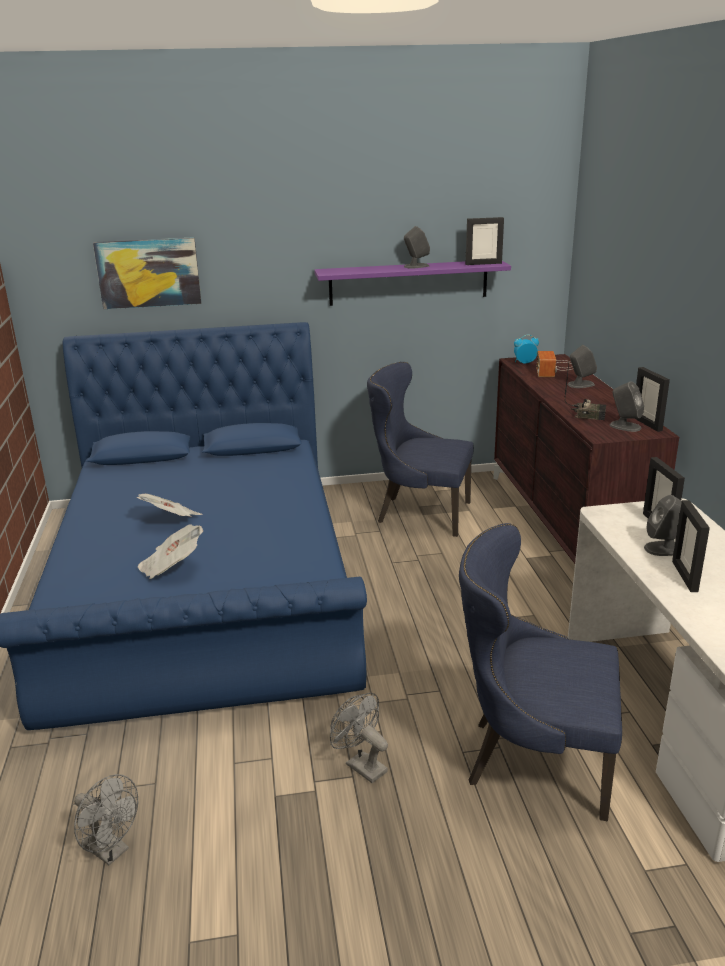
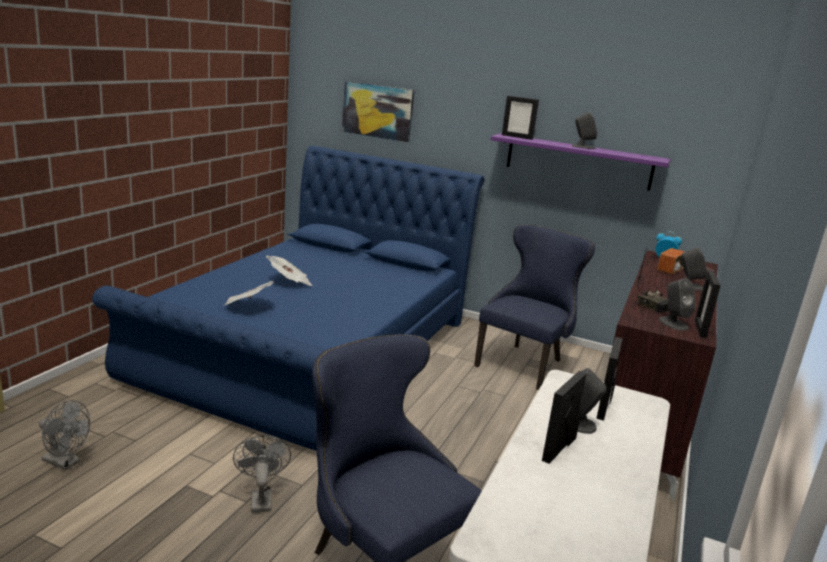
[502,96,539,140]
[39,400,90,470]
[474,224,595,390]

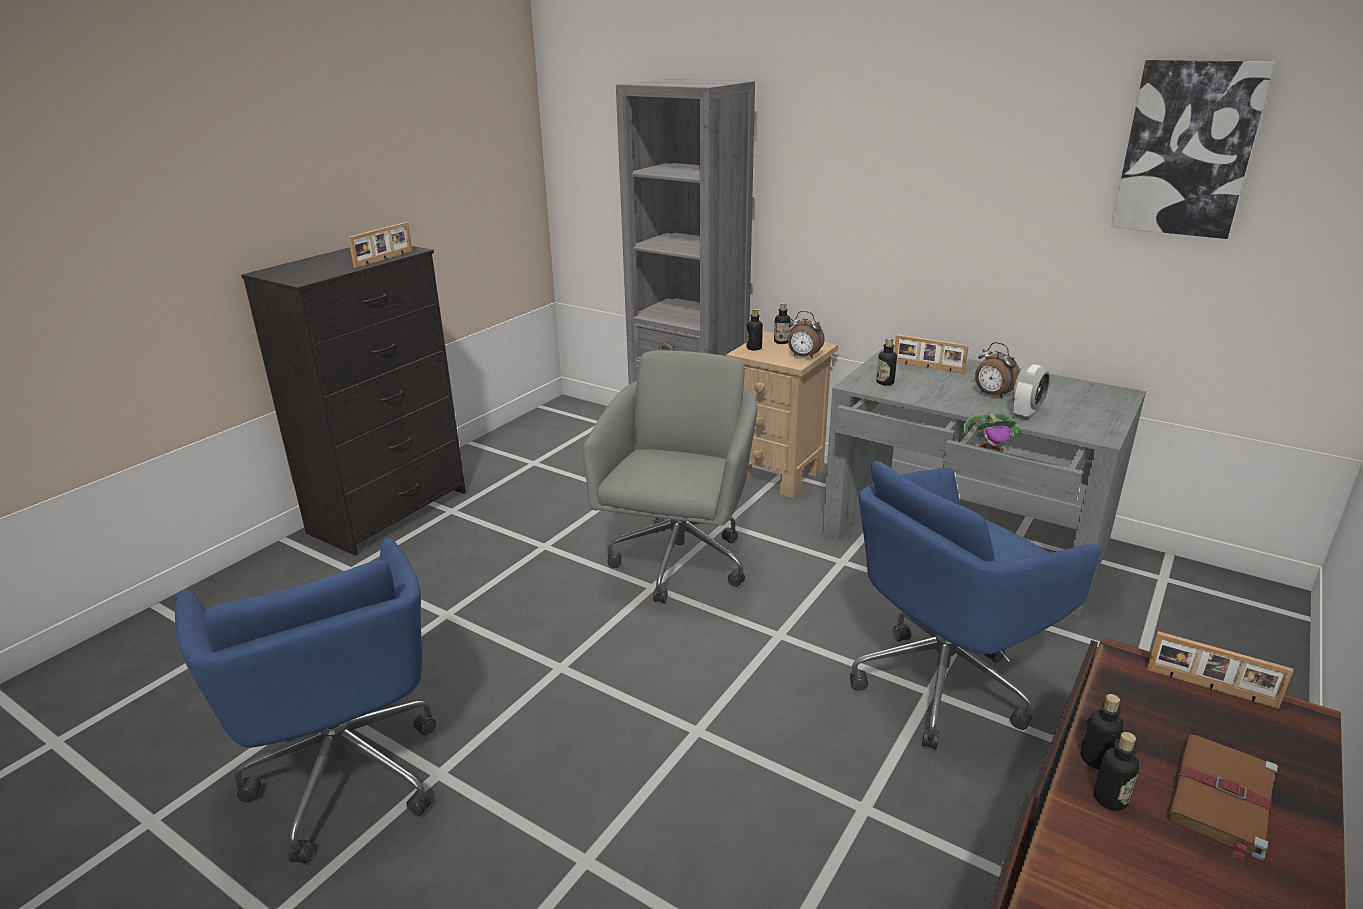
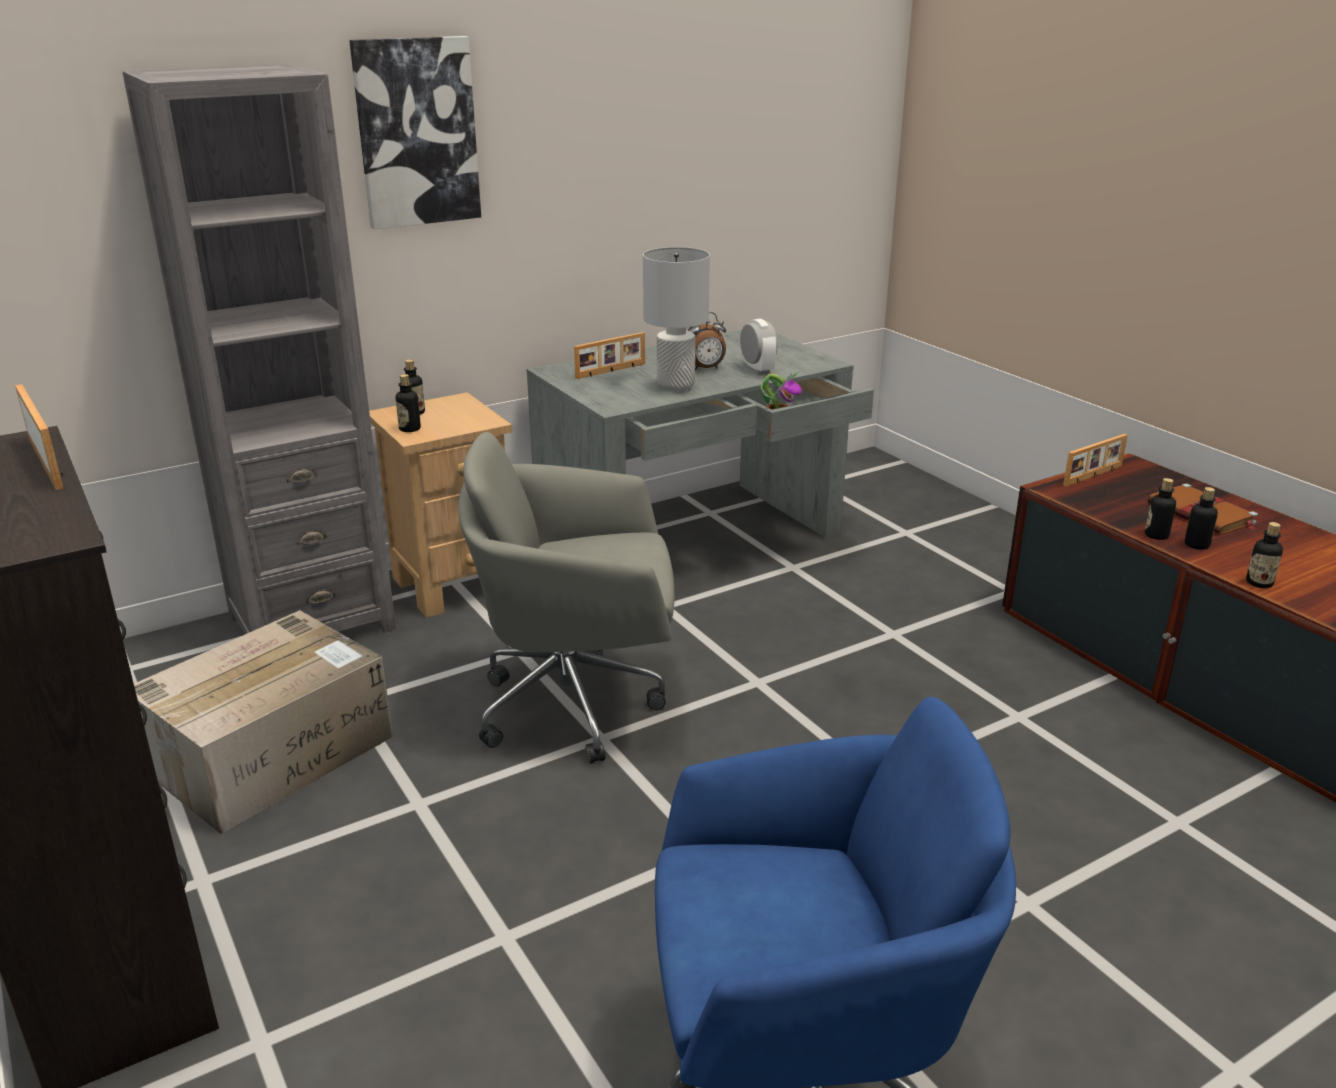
[788,311,825,359] (first image)
[850,461,1100,749] (first image)
[134,610,393,834]
[643,247,710,391]
[1246,522,1283,588]
[349,36,481,230]
[458,432,674,764]

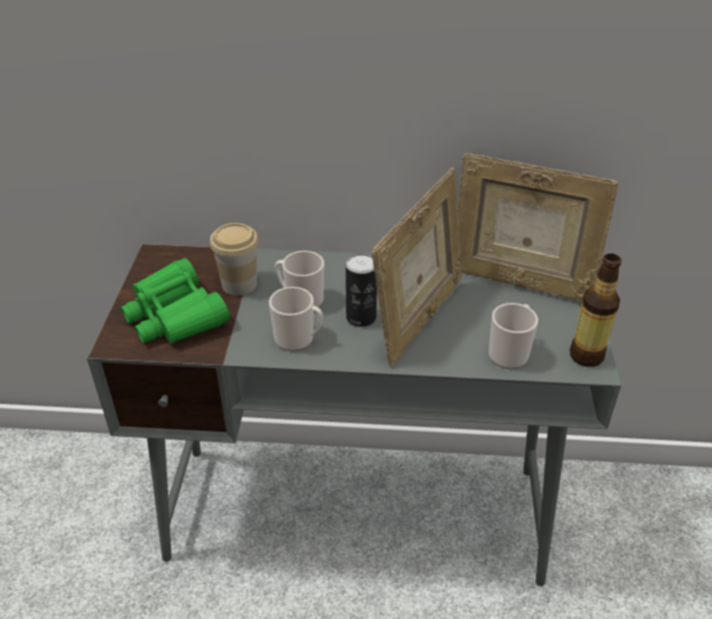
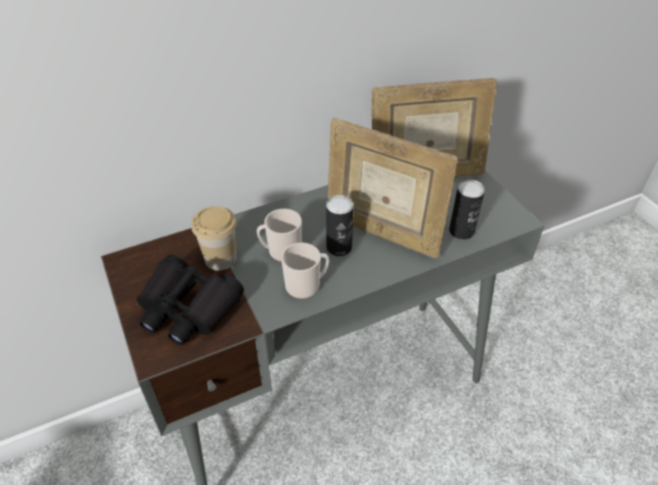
[570,253,622,367] (first image)
[449,179,485,240]
[137,254,244,345]
[327,118,458,258]

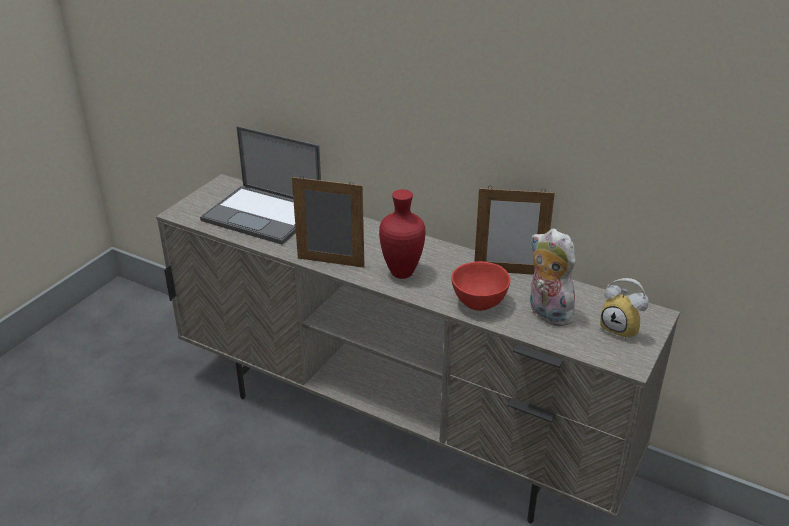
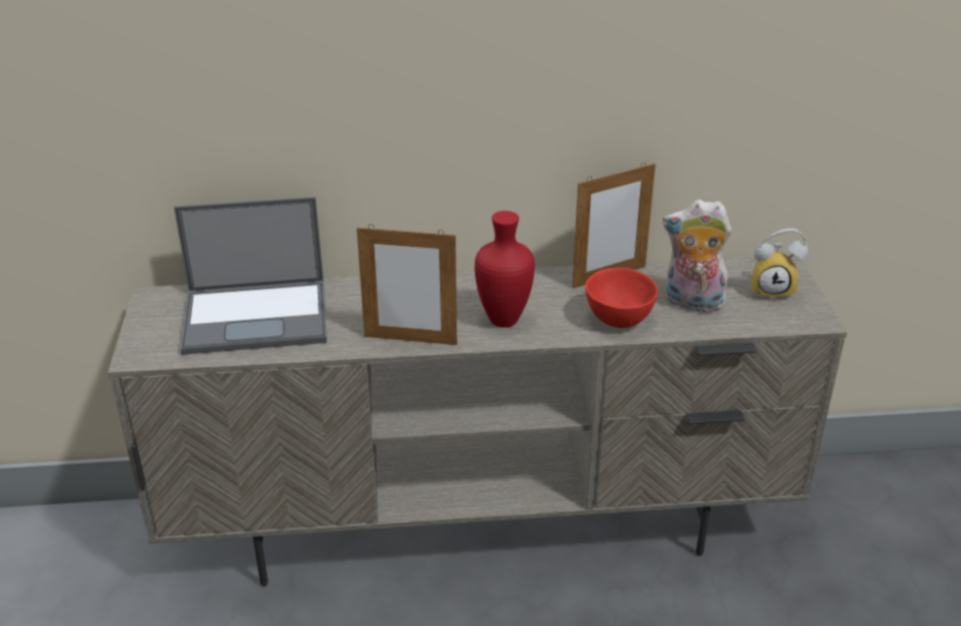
[357,224,457,345]

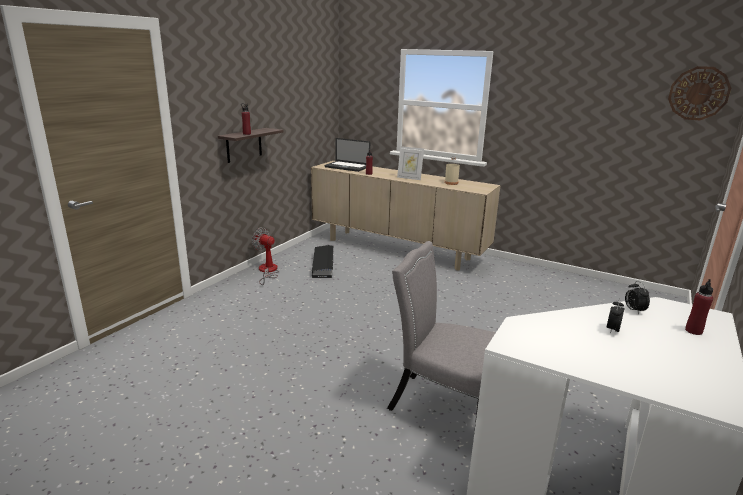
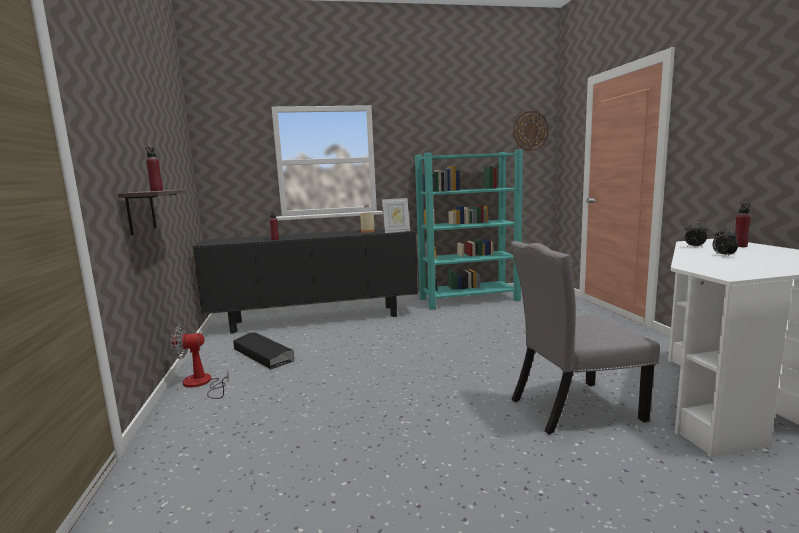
[324,138,370,172] (first image)
[415,150,523,310]
[382,198,410,233]
[192,228,418,334]

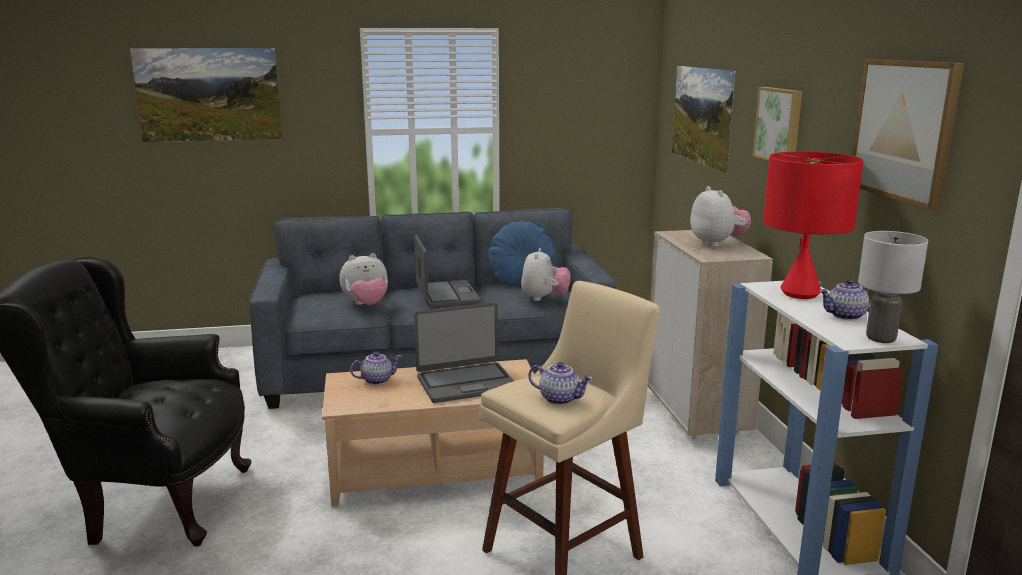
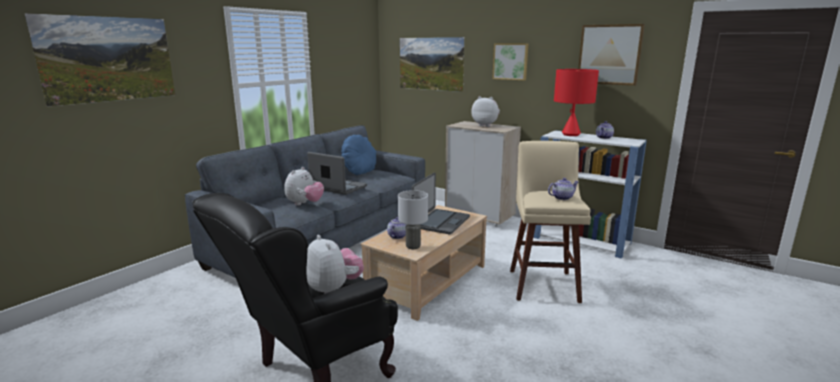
[306,235,364,294]
[398,190,428,250]

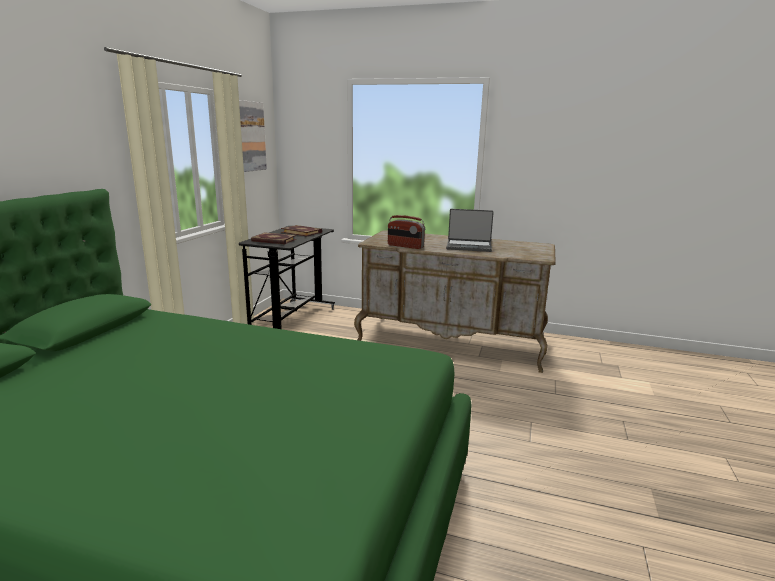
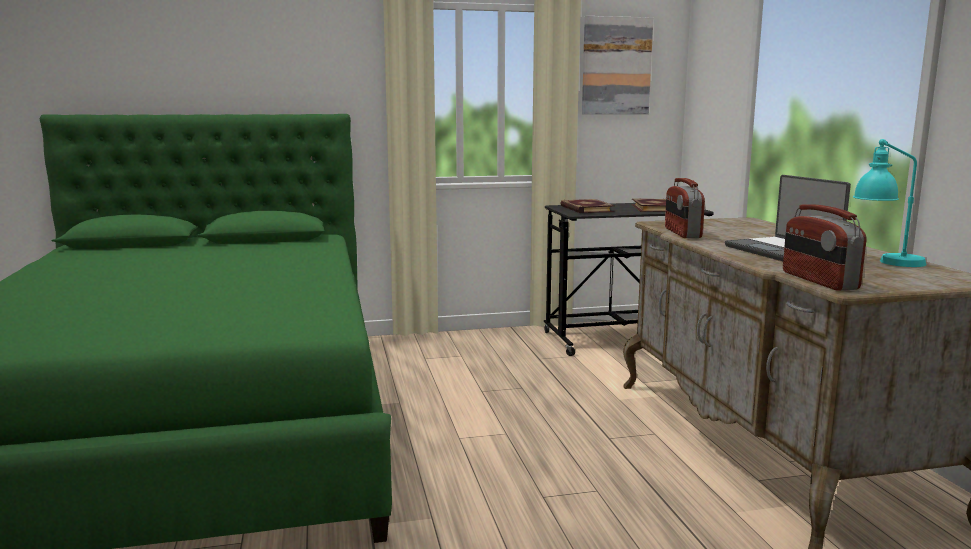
[783,204,867,291]
[853,139,927,267]

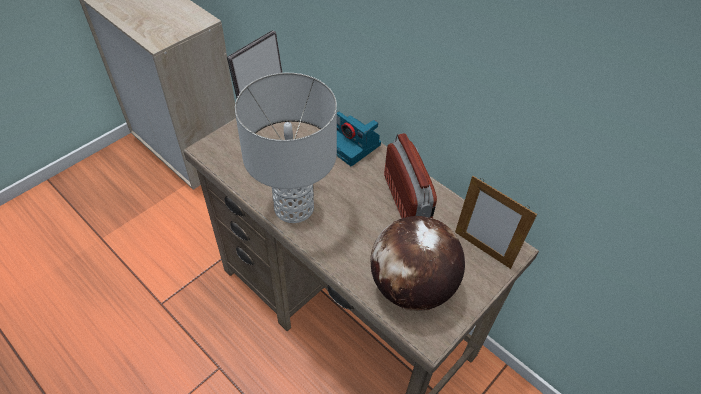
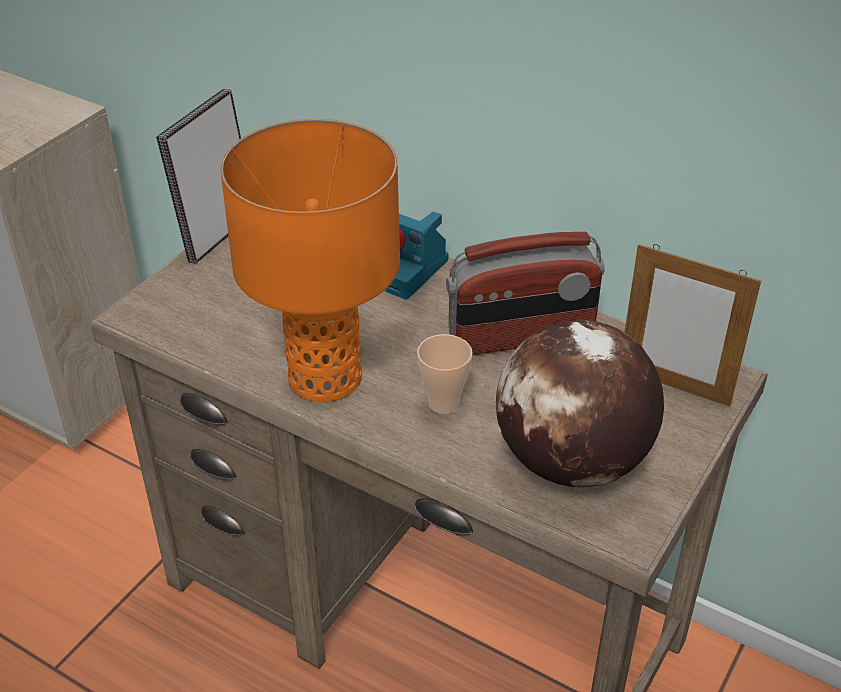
[417,334,473,414]
[220,119,400,402]
[446,232,604,355]

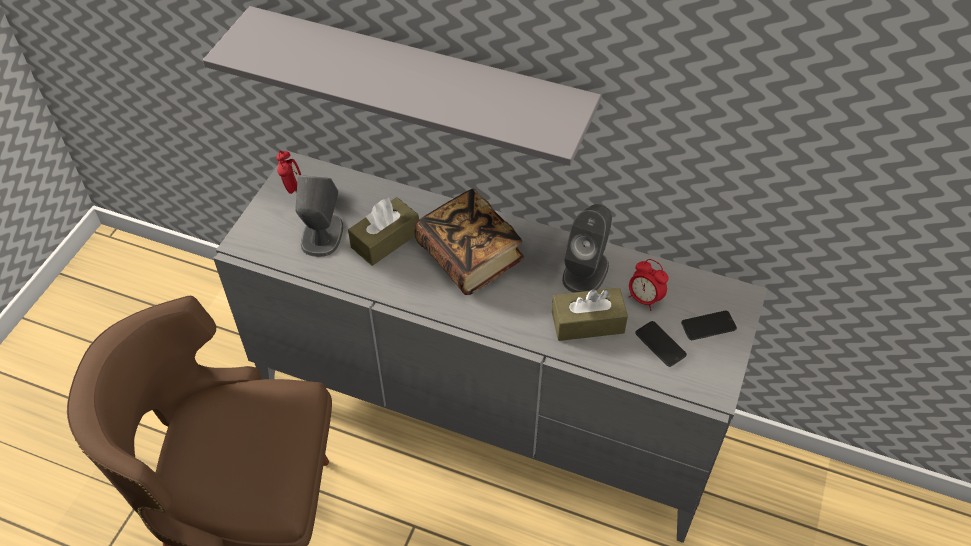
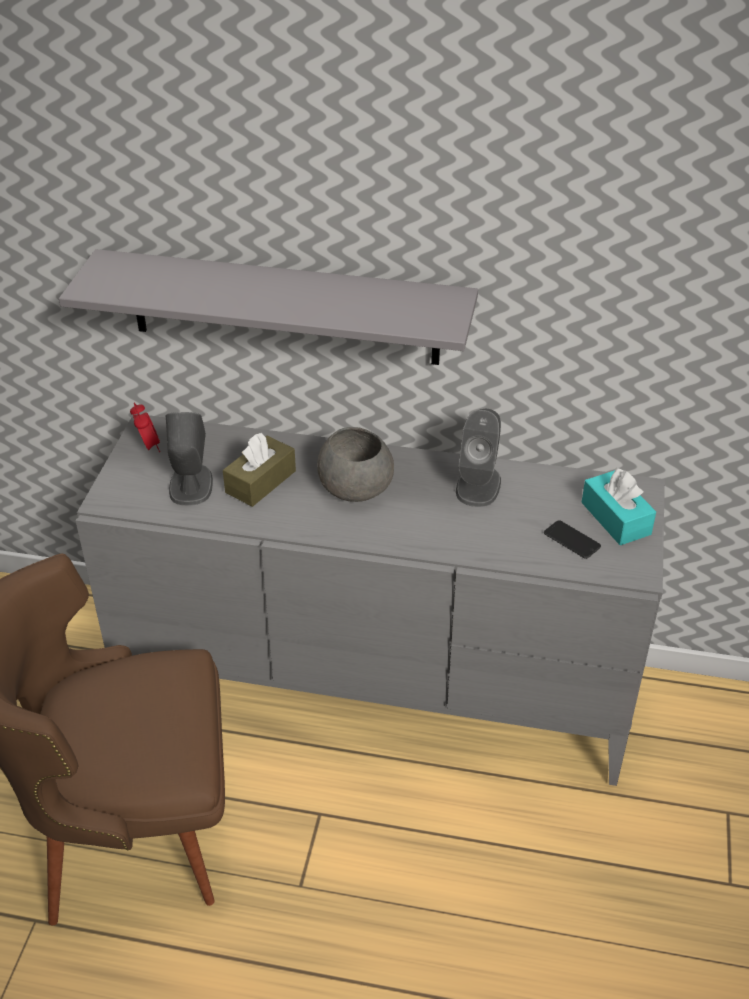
[552,288,628,341] (first image)
[629,259,669,311] (first image)
[317,427,394,502]
[581,468,656,545]

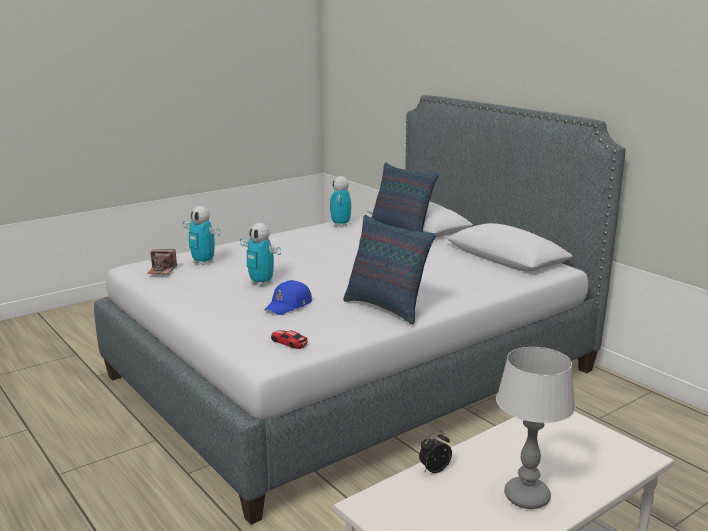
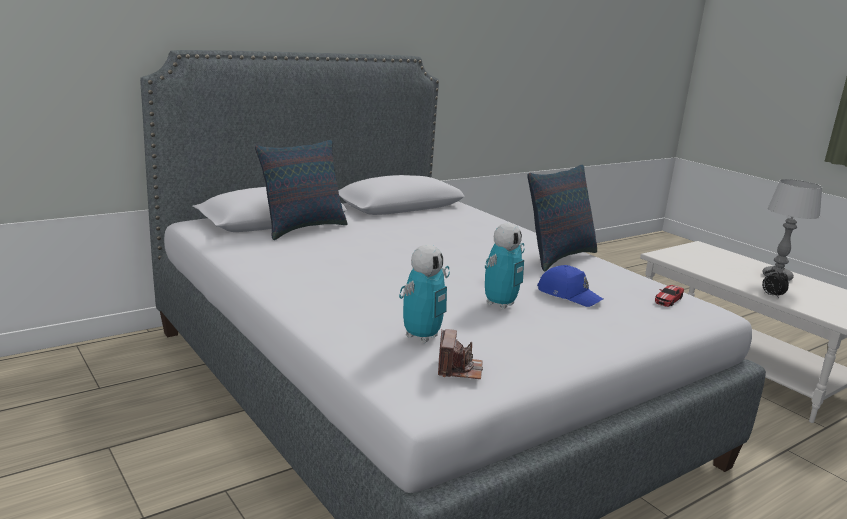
[330,176,351,227] (first image)

